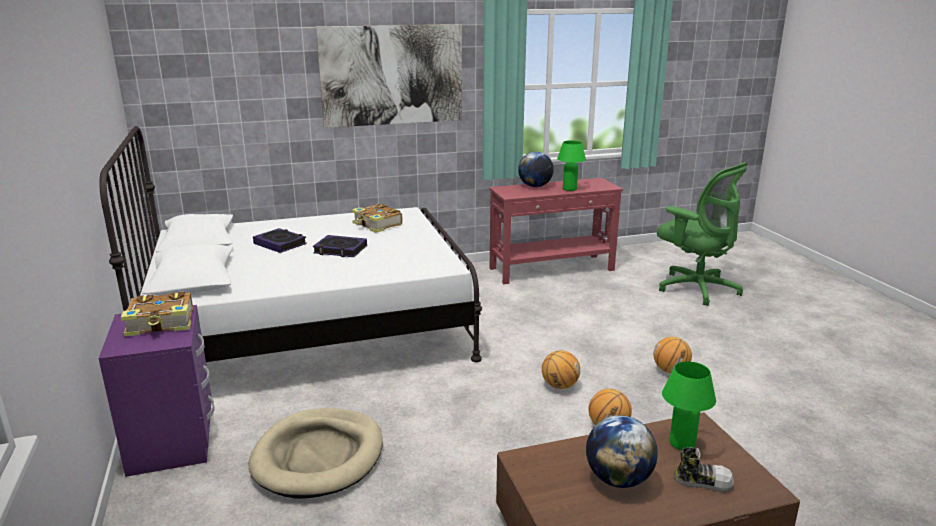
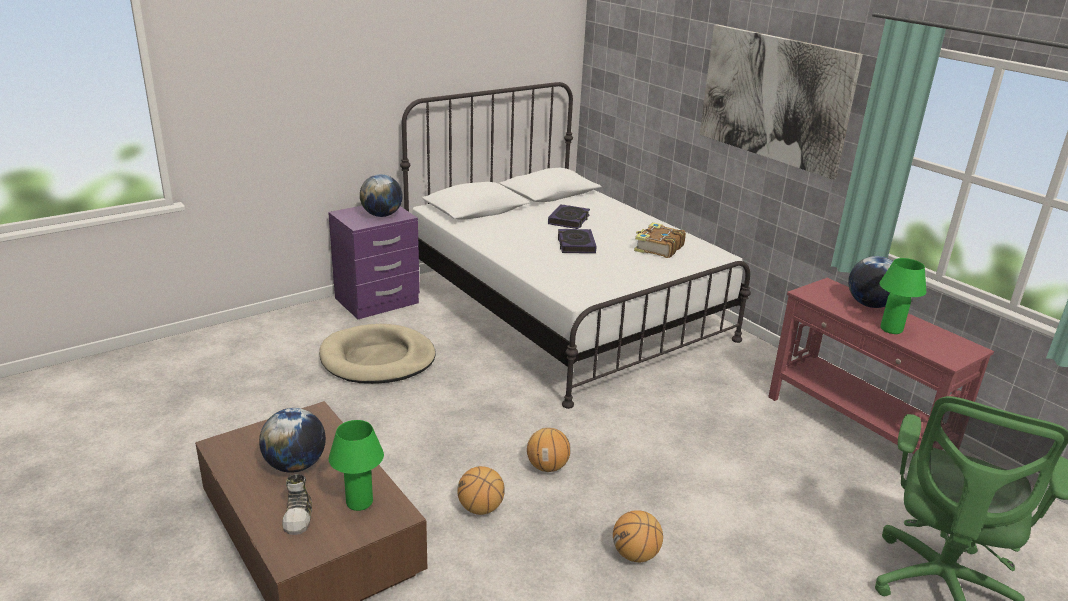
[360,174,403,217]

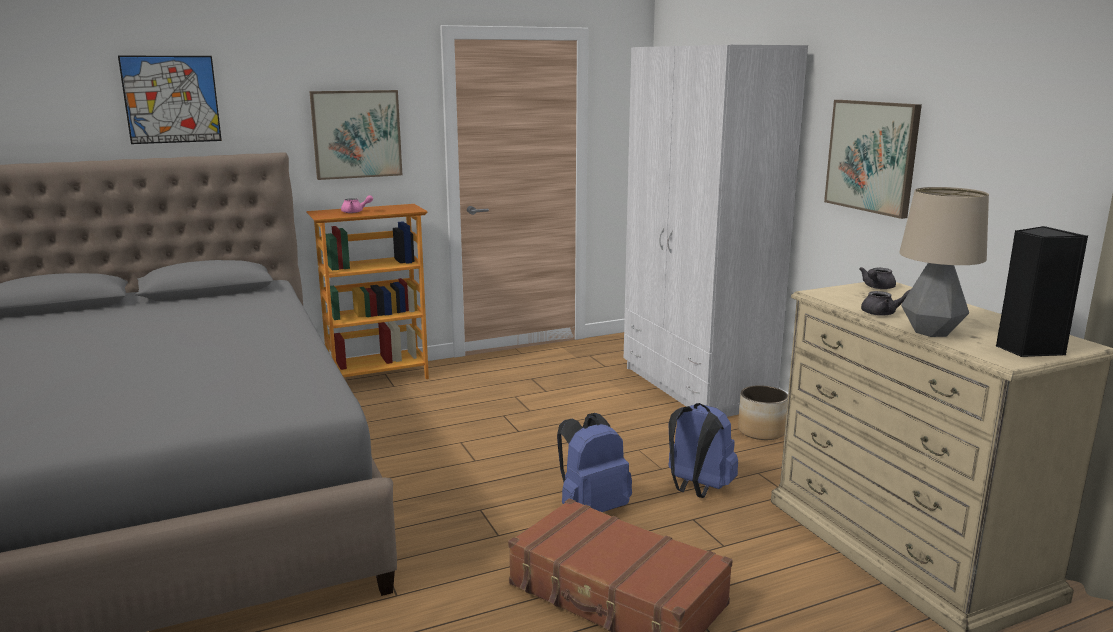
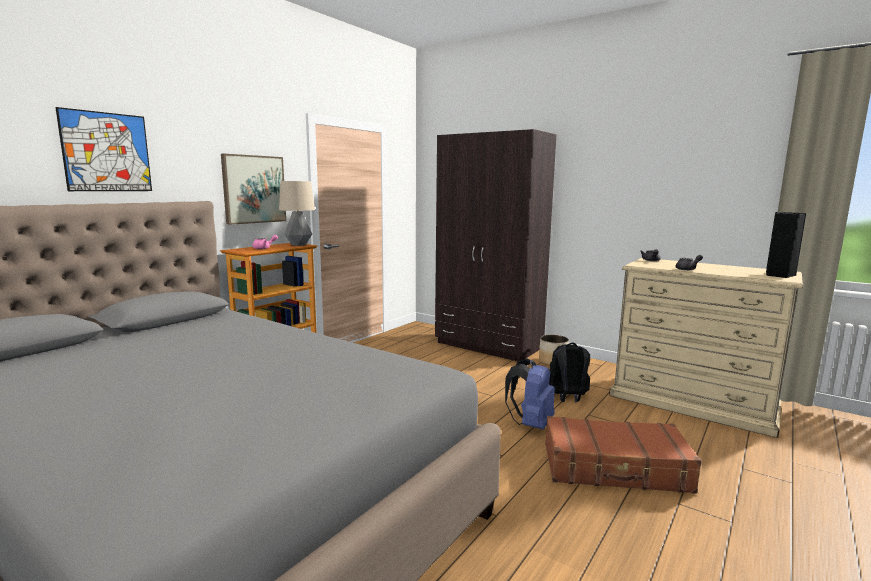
[824,100,922,219] (first image)
[279,181,315,246]
[435,129,557,361]
[549,342,590,403]

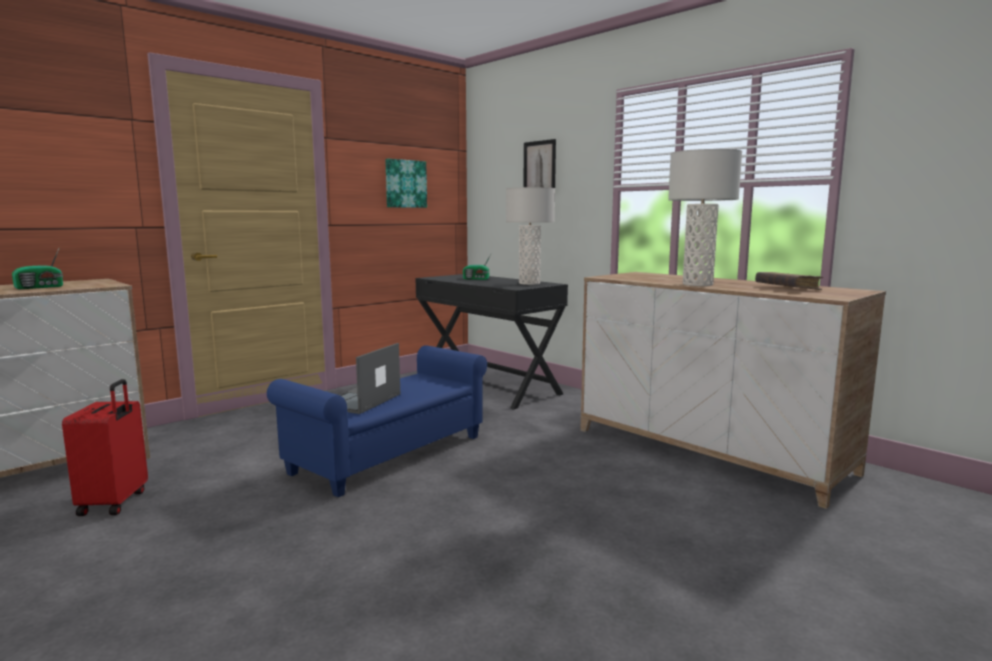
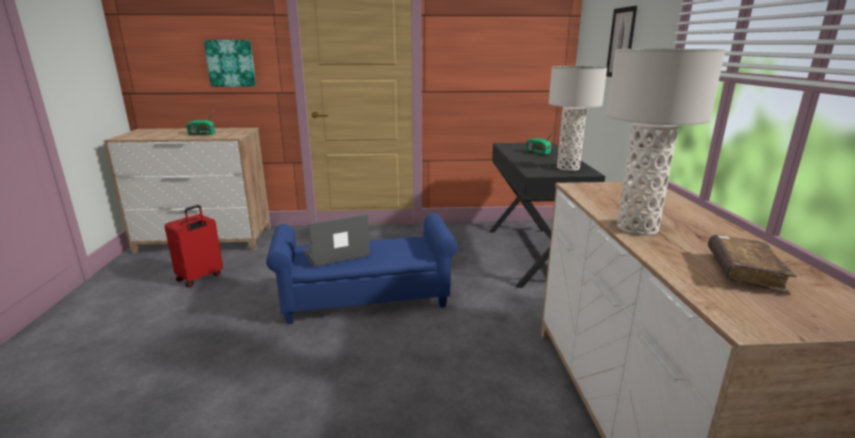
[204,40,256,87]

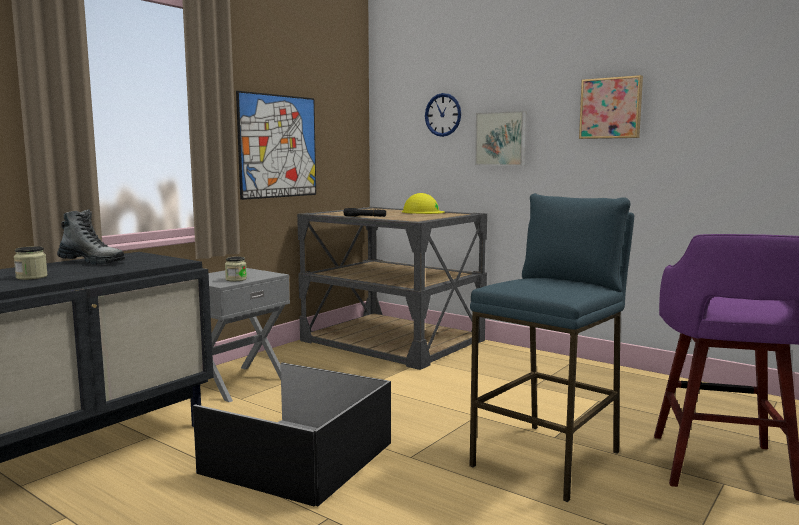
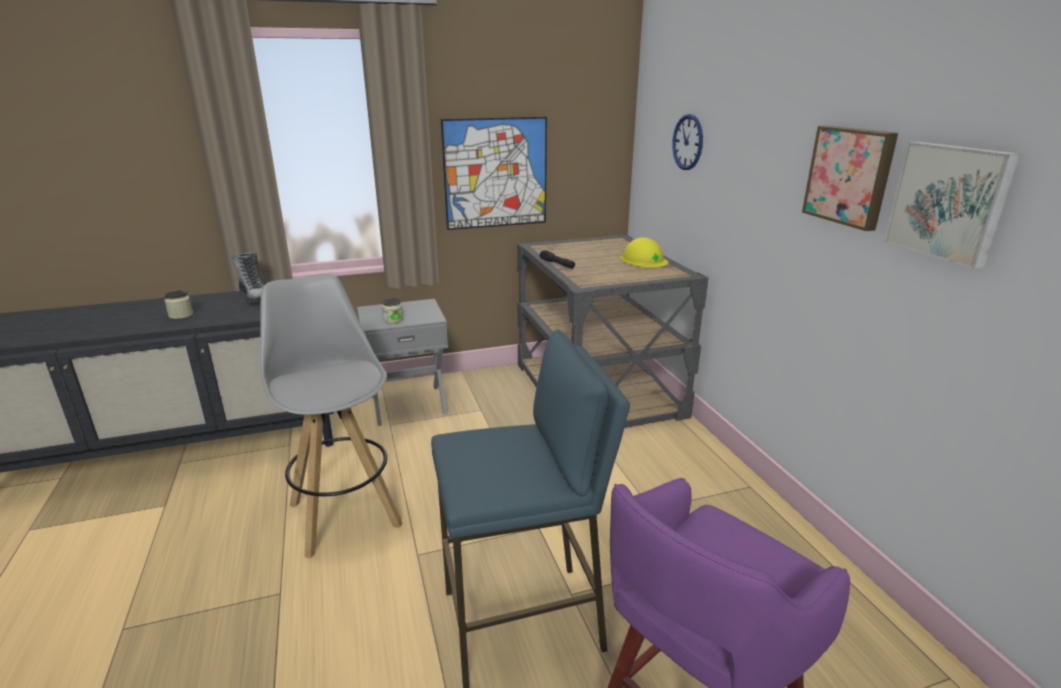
[884,142,1020,269]
[260,273,403,558]

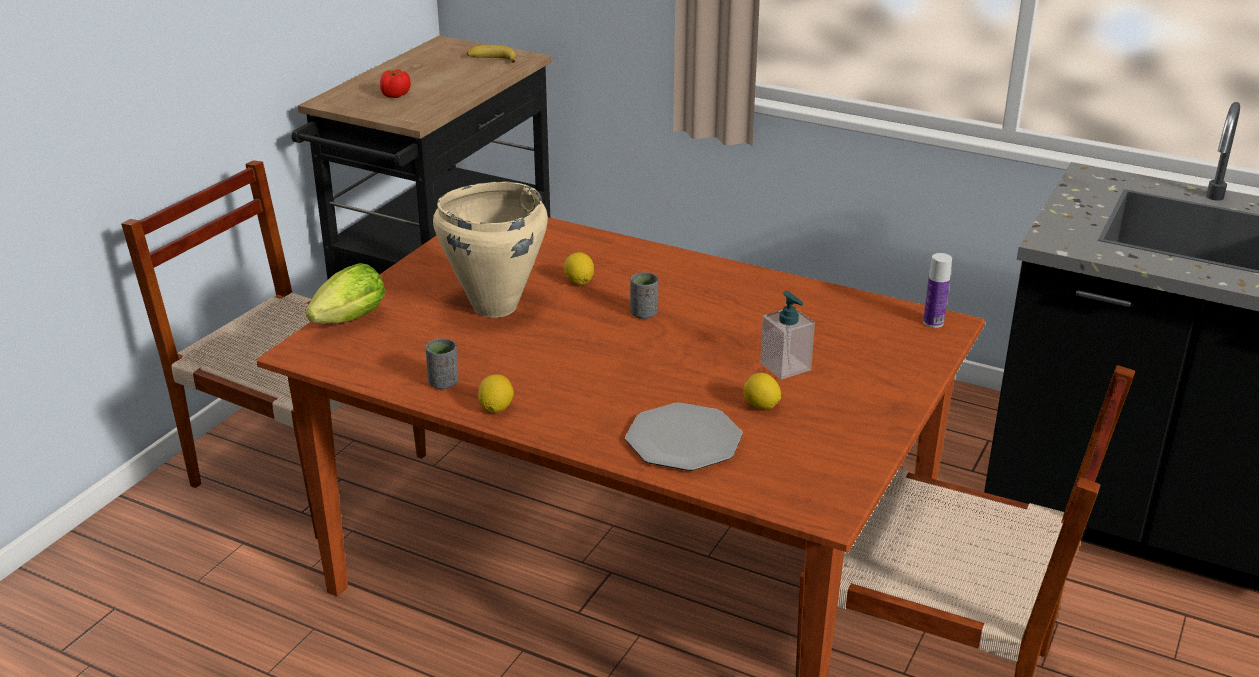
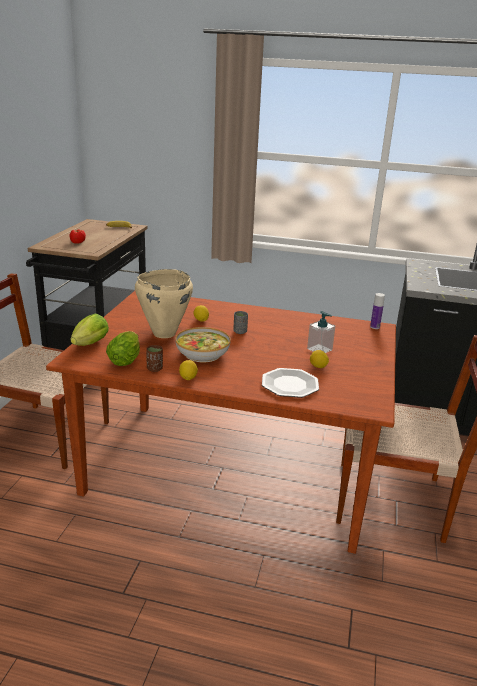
[106,331,140,366]
[175,327,231,362]
[146,345,163,372]

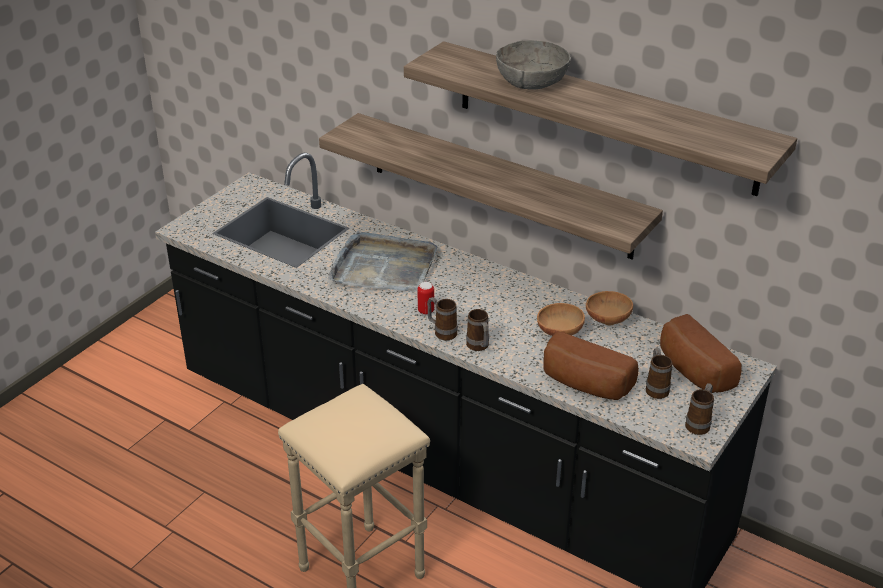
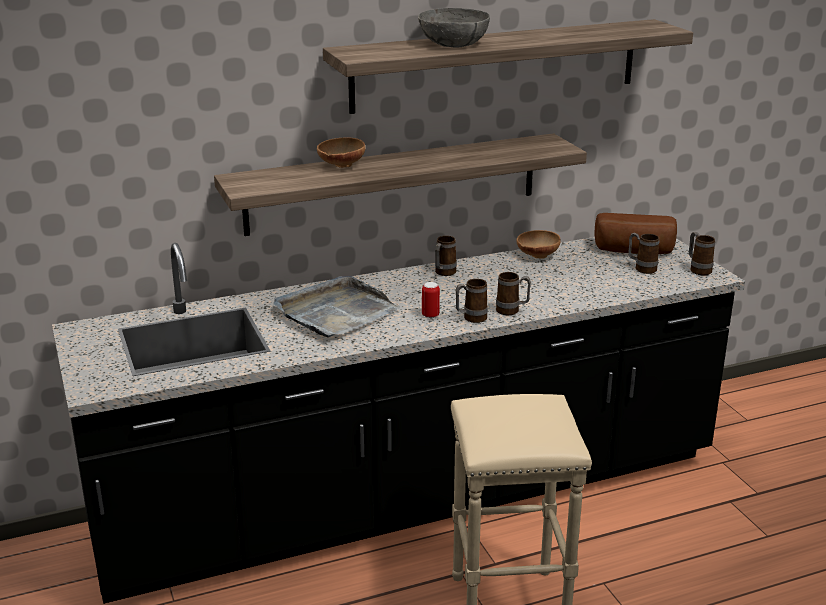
[543,332,639,400] (first image)
[435,236,457,276]
[317,138,366,168]

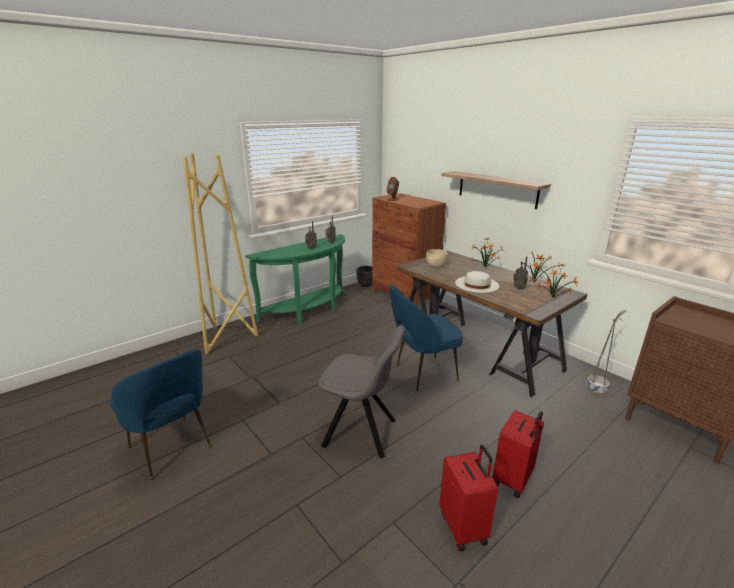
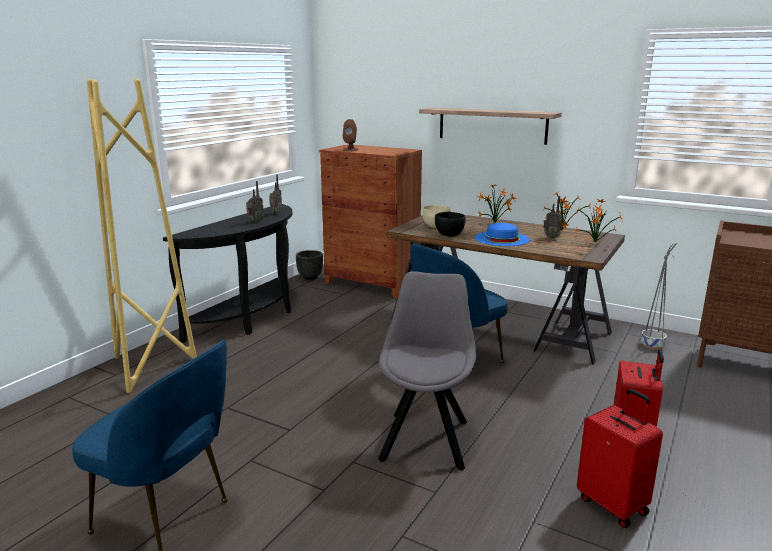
[435,212,466,237]
[163,204,293,343]
[474,223,530,246]
[378,271,476,471]

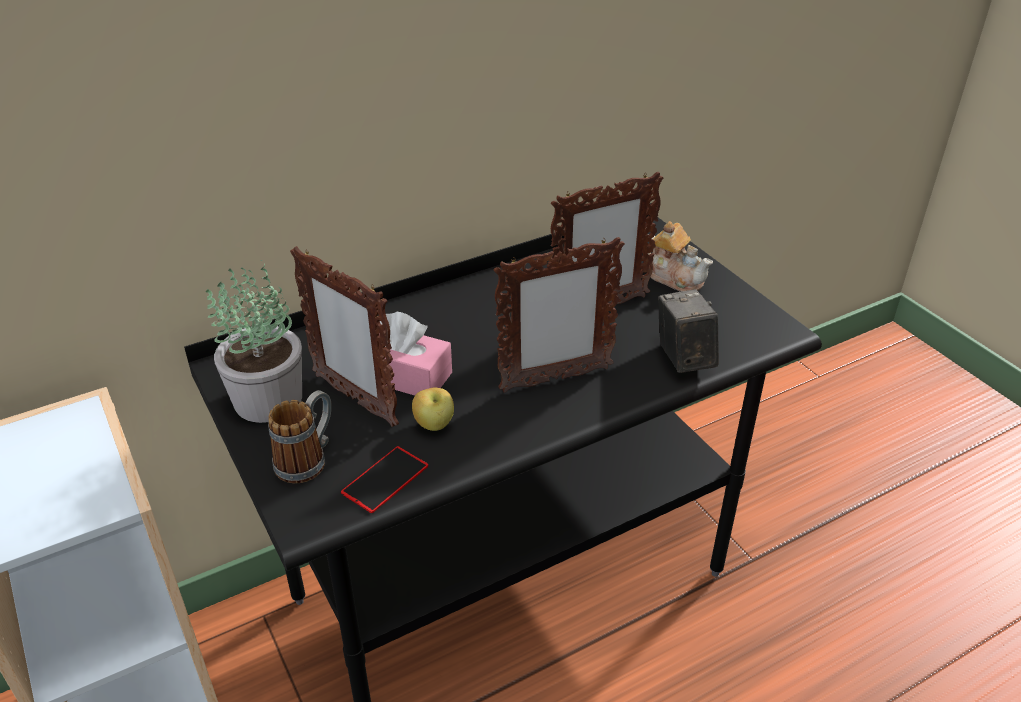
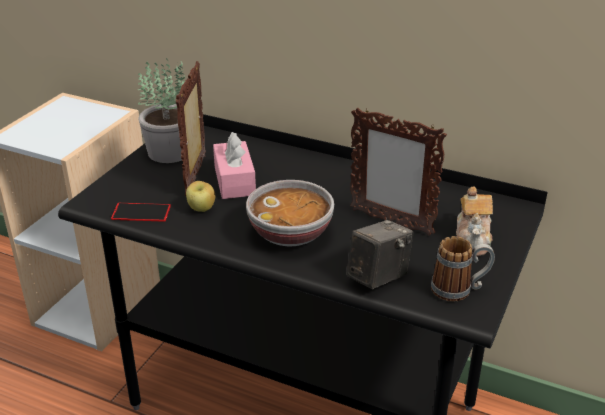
[431,236,495,302]
[246,180,334,247]

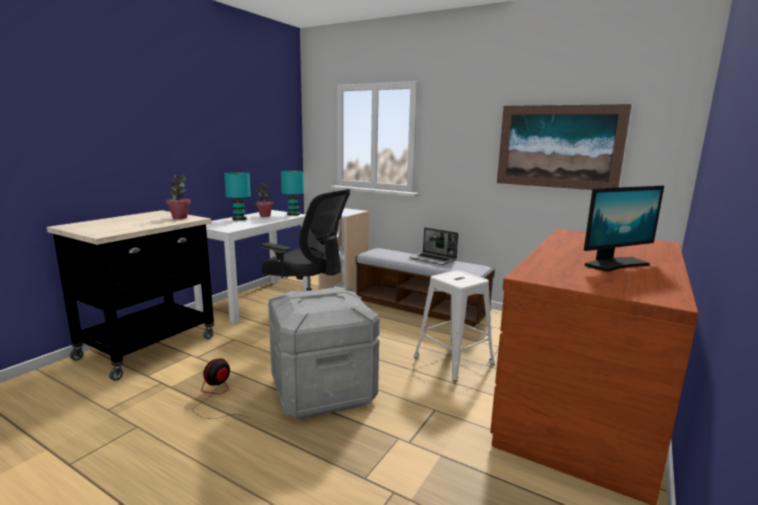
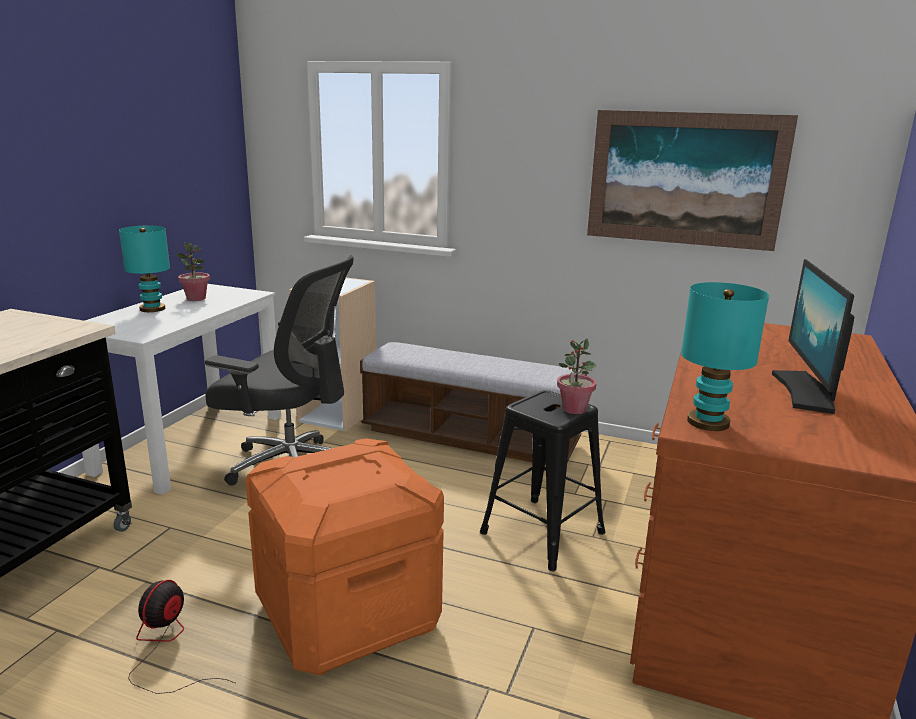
[409,227,458,265] (first image)
[557,338,596,414]
[681,282,769,431]
[245,439,444,675]
[480,390,605,571]
[772,259,854,414]

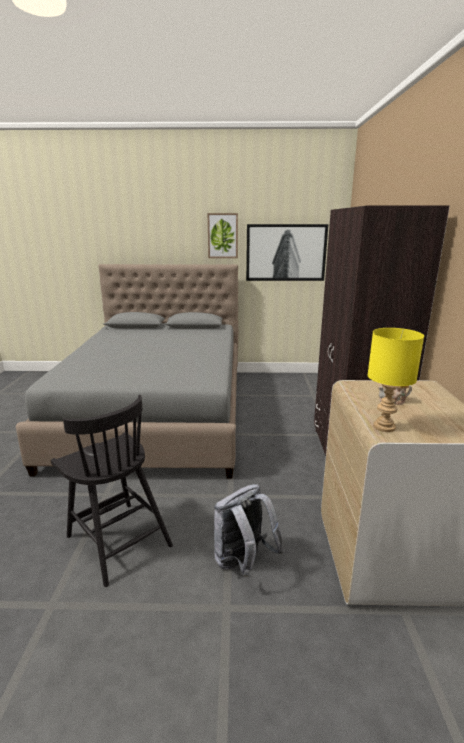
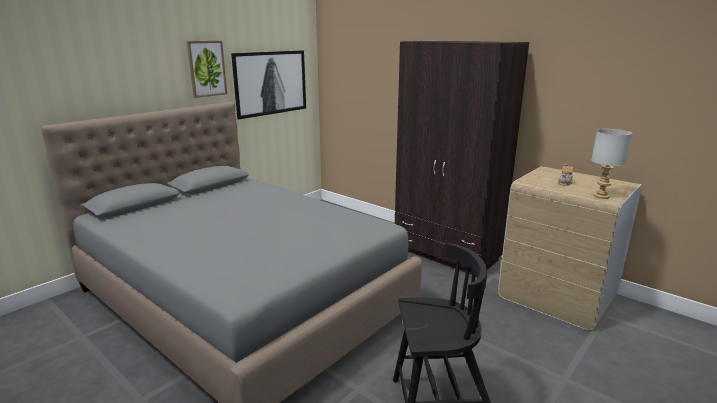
[214,484,284,577] (first image)
[592,129,632,199]

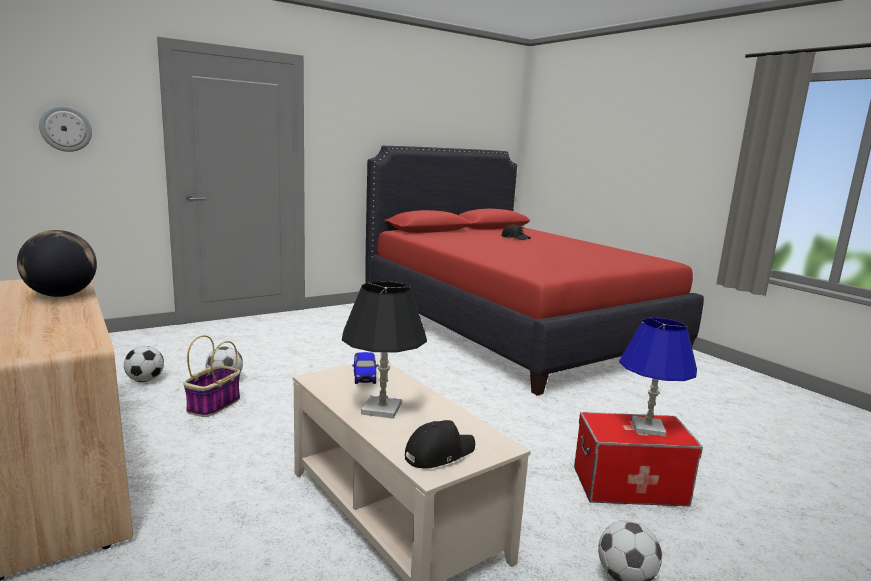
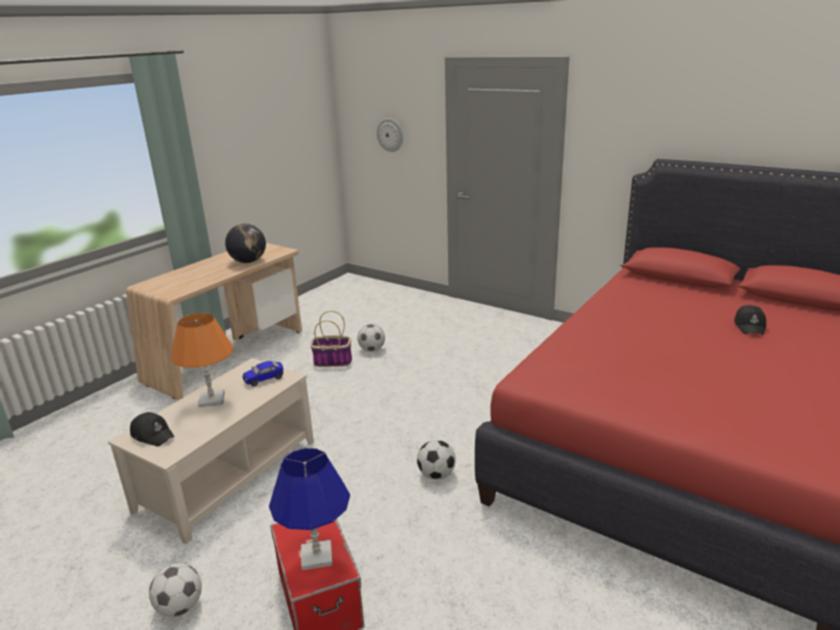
[417,440,456,480]
[171,313,234,408]

